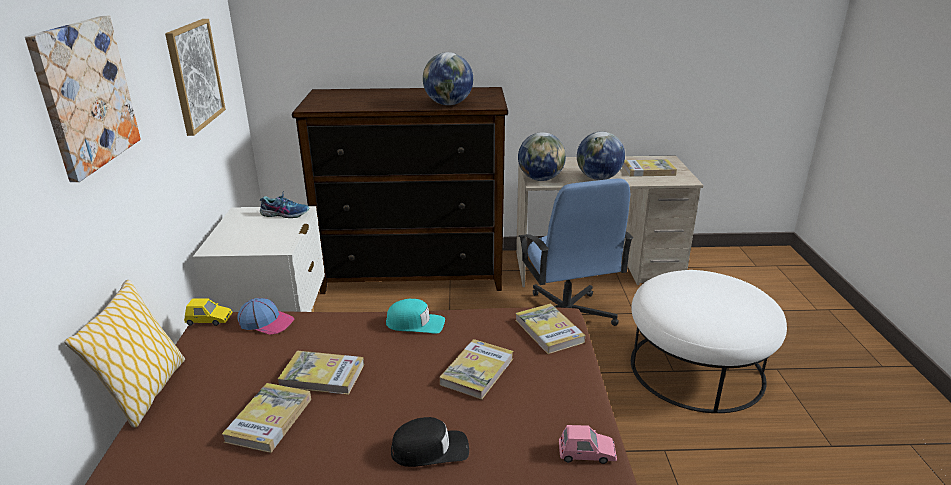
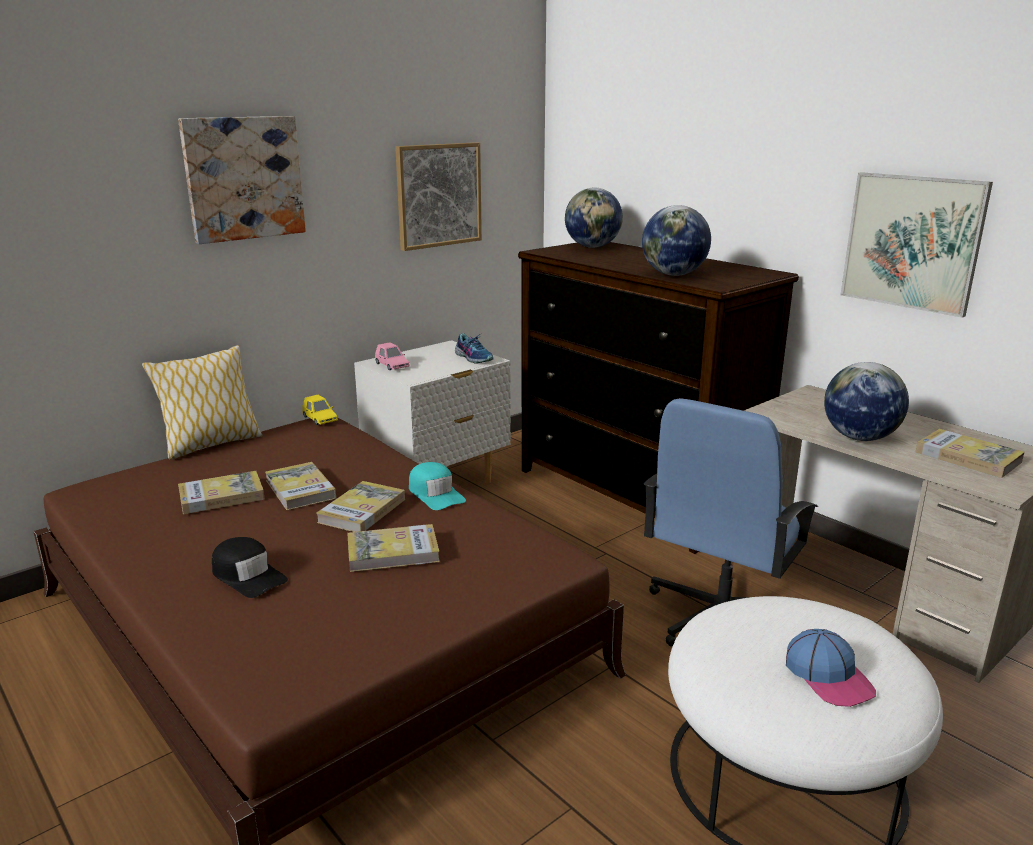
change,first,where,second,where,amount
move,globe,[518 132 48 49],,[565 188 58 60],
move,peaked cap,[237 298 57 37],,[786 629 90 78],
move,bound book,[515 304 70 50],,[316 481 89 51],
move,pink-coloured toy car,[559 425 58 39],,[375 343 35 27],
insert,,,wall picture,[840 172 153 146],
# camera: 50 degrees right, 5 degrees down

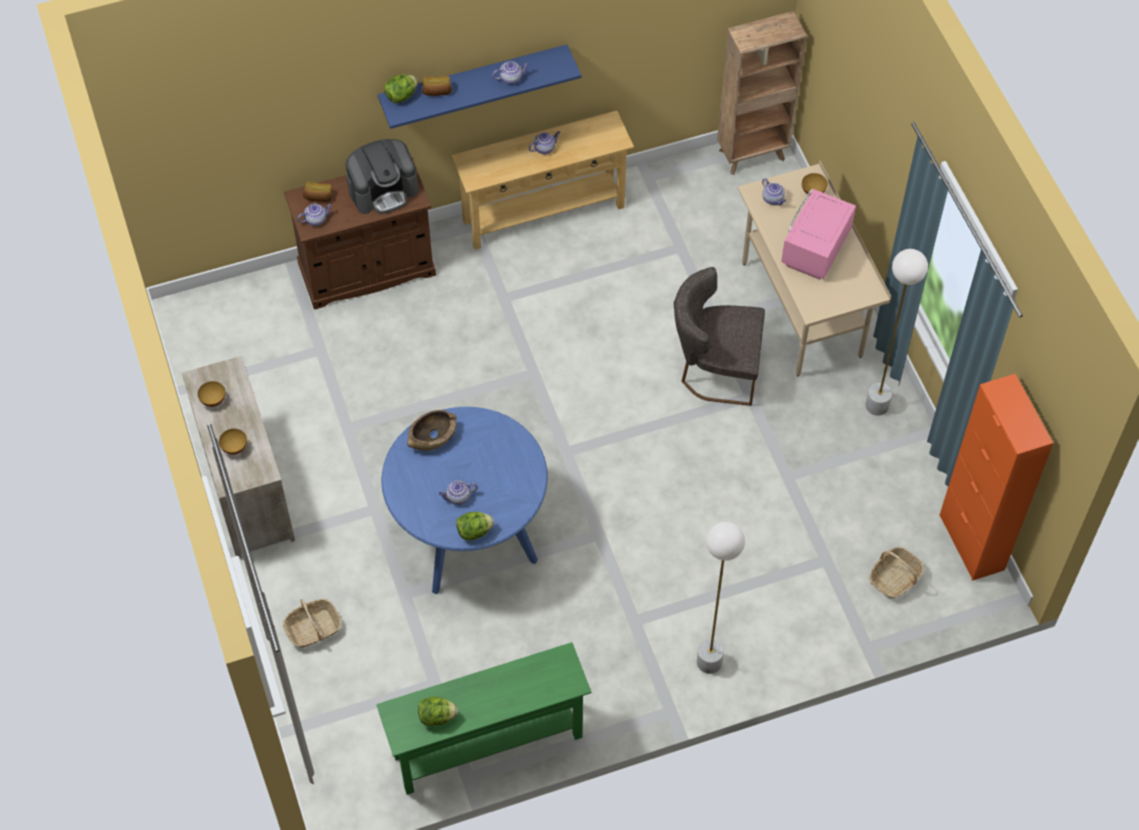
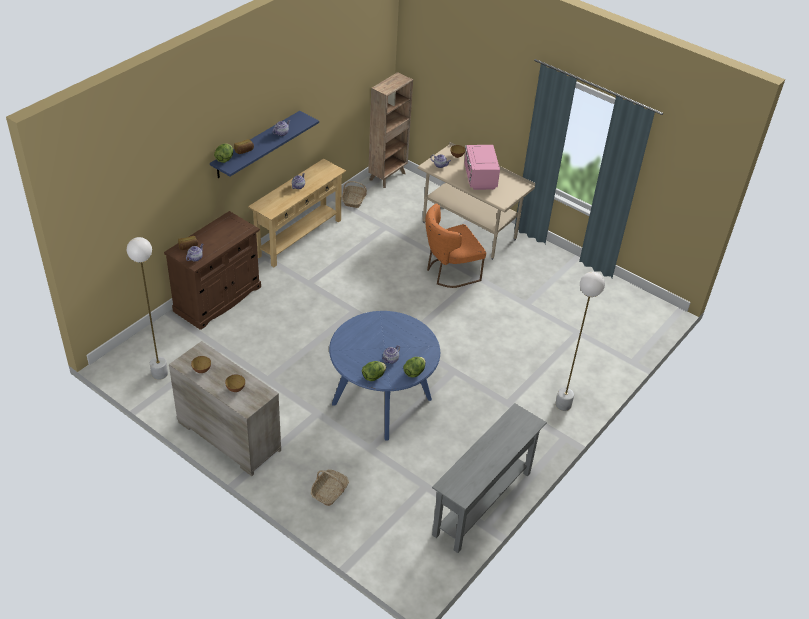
change,first,where,second,where,amount
delete,coffee brewer,[346 139 72 75],,,
move,whitish standard lamp,[865 249 63 167],,[127 237 41 143],
recolor,greyish plain chair,[674 267 91 139],orange plain chair,[425 204 61 84],
delete,orange cabinet,[939 374 114 207],,,
delete,brown deep dish,[407 410 49 41],,,
move,household basket,[869 547 55 52],,[342 181 25 27],
recolor,green console table,[376 642 215 153],greyish console table,[432 403 115 150],
move,lettuce head,[418 696 40 30],,[362 361 24 20],
# camera: 35 degrees left, 15 degrees down

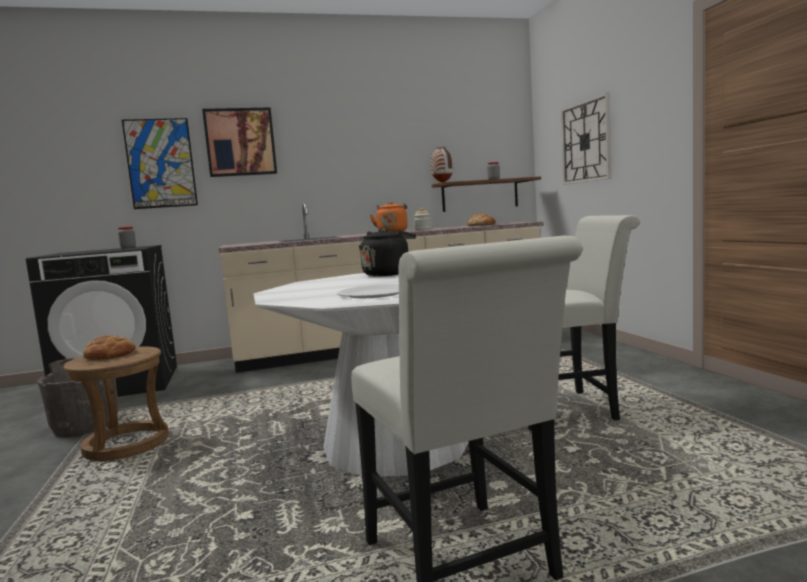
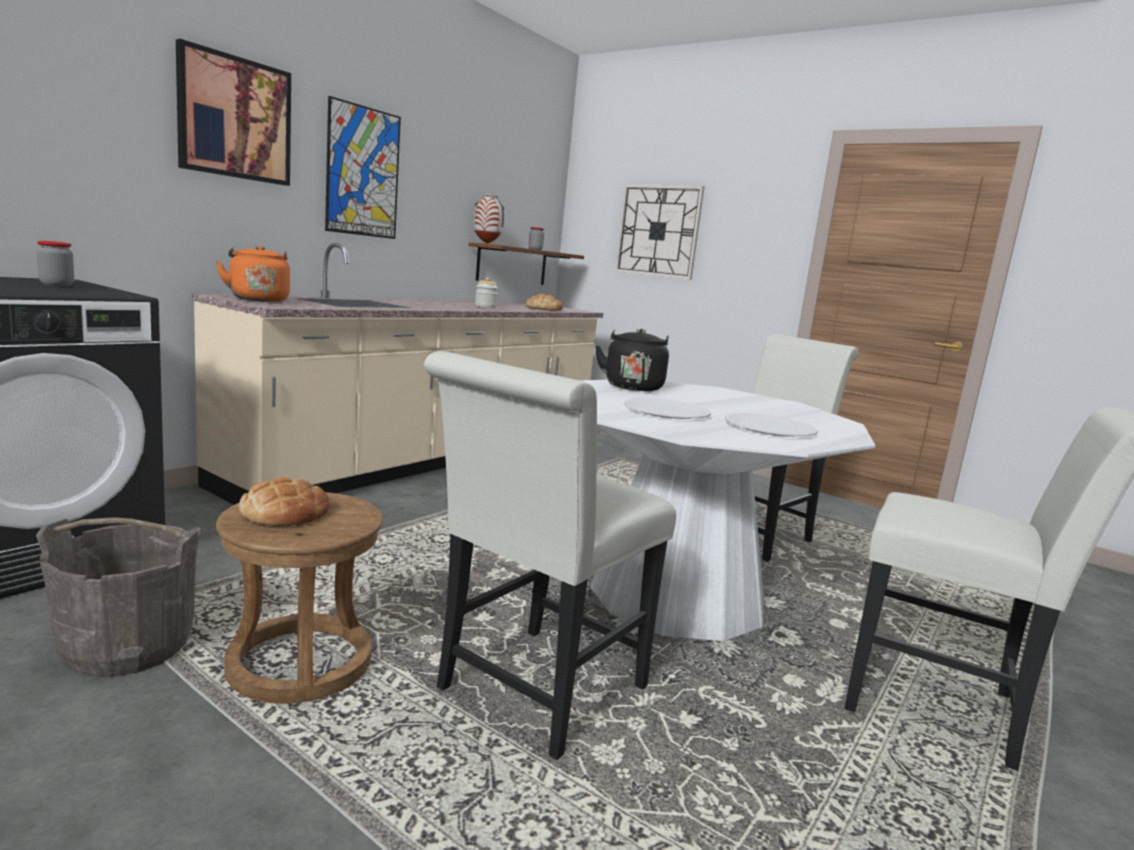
change,first,where,second,where,amount
move,wall picture,[122 118 76 91],,[325 96 76 143],
move,orange water kettle,[369 202 39 30],,[216 245 74 57],
insert,,,whitish plain chair,[424 351 252 409],
insert,,,whitish flat dish,[624 398 87 21],
# camera: 40 degrees left, 5 degrees up

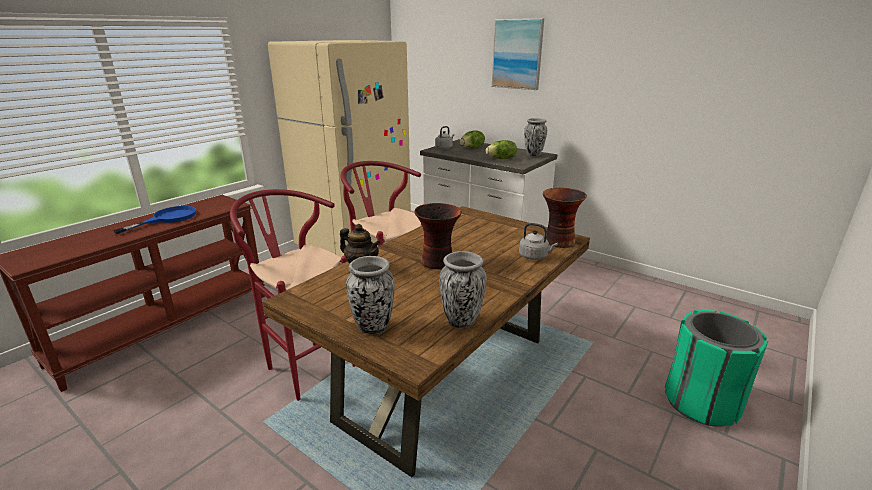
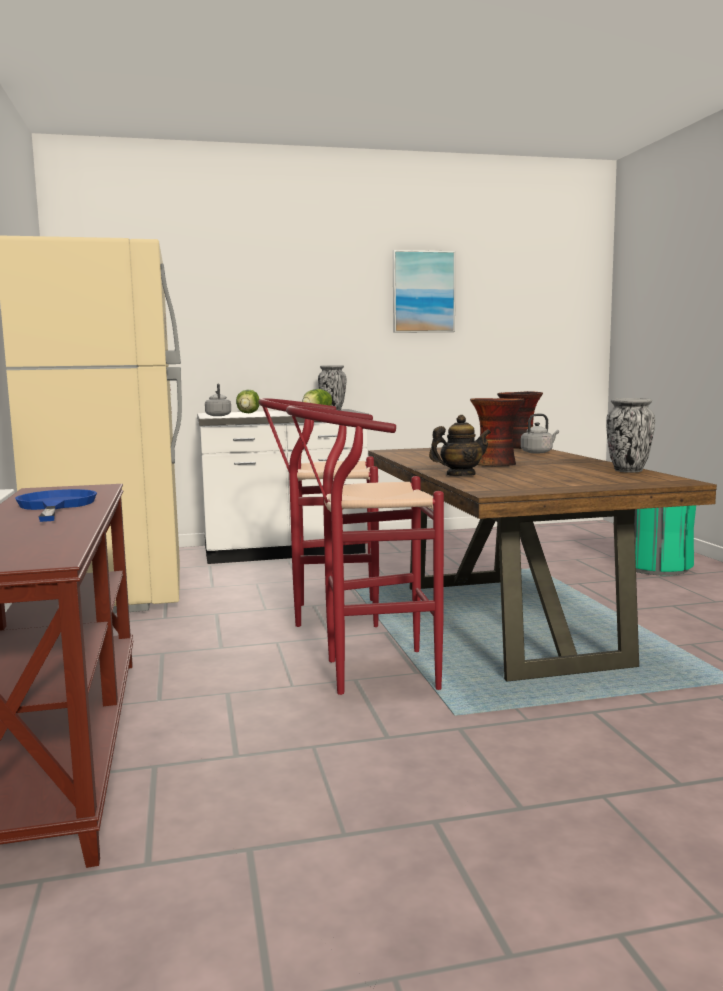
change,first,where,second,where,amount
move,wall picture,[492 19 52 71],,[393 250 62 83],
delete,flower vase,[346 256 49 78],,,
# camera: 50 degrees left, 15 degrees down

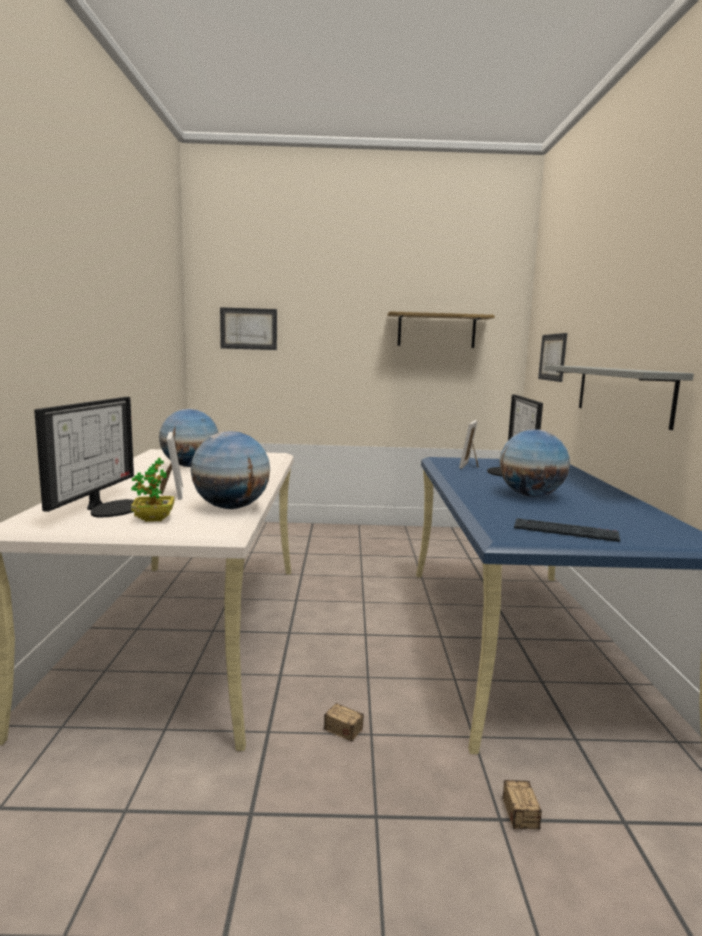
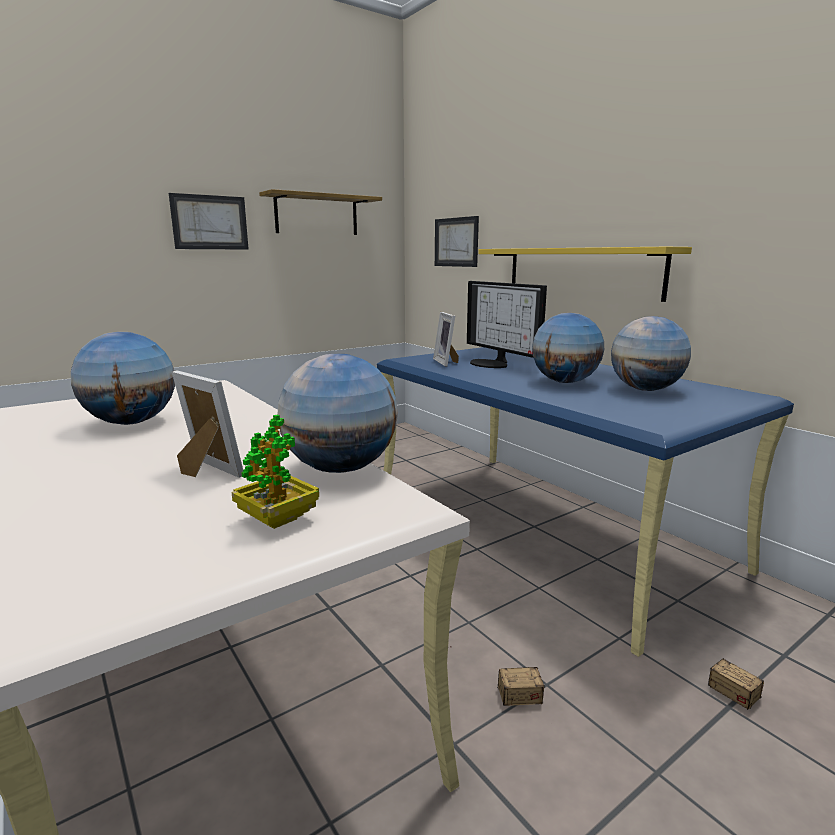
change,first,where,second,where,amount
move,wall picture,[220 307 57 43],,[169 193 80 57],
recolor,greyish wall shelf,[545 365 149 65],yellow wall shelf,[478 247 214 55],
delete,monitor,[34 397 100 120],,,
delete,PC keyboard,[514 518 106 24],,,
insert,,,globe,[611 316 80 75],
# camera: 35 degrees left, 5 degrees up

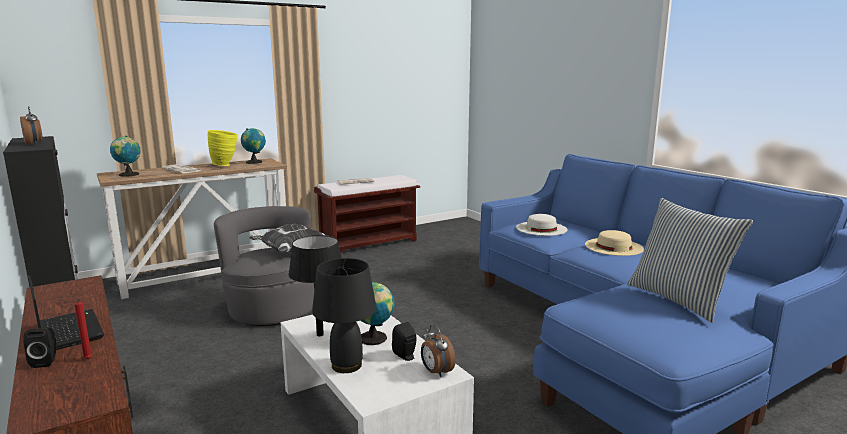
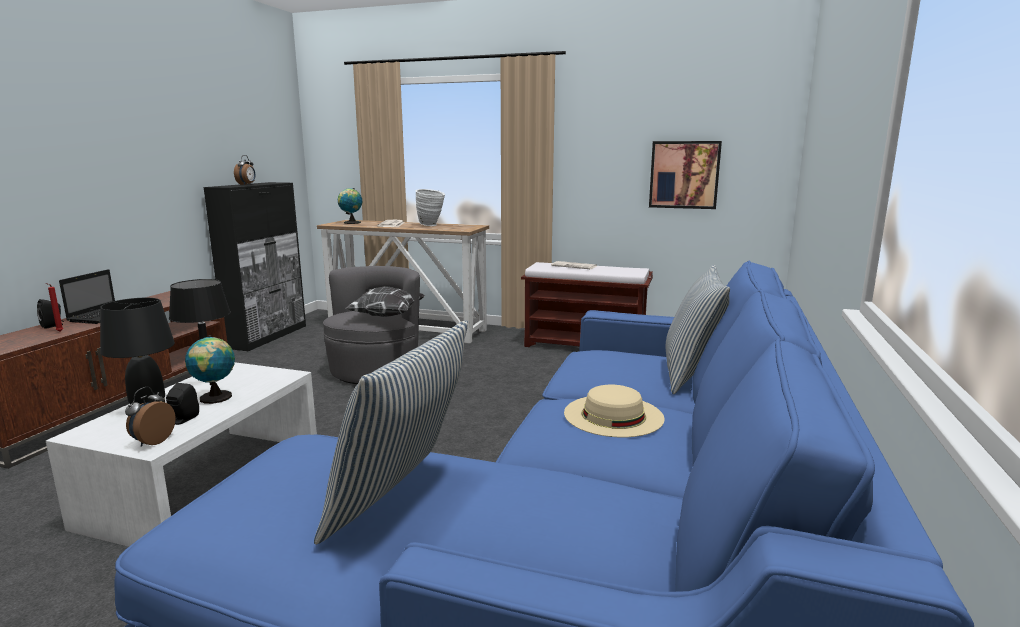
change,first,where,second,where,amount
delete,globe,[241 128 25 36],,,
recolor,yellow flower vase,[207 130 31 36],whitish flower vase,[416 189 29 37],
delete,whitish hat,[516 214 51 22],,,
insert,,,wall picture,[649 141 73 68],
insert,,,cushion,[666 265 64 129],
# camera: 50 degrees right, 0 degrees up

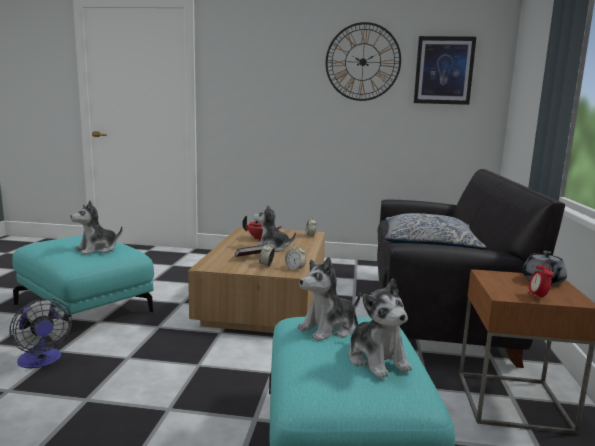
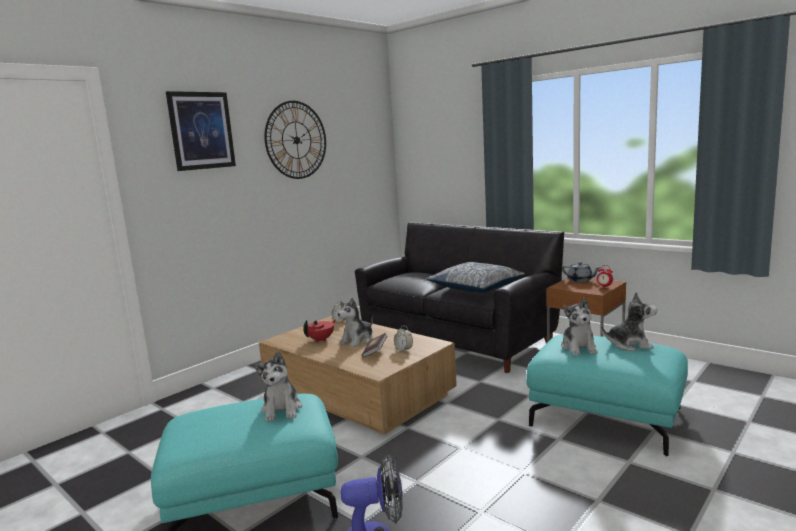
change,first,where,second,where,amount
move,wall picture,[414 36 62 69],,[166 91 70 80],
delete,table clock,[285 243 21 28],,,
# camera: 55 degrees left, 0 degrees up

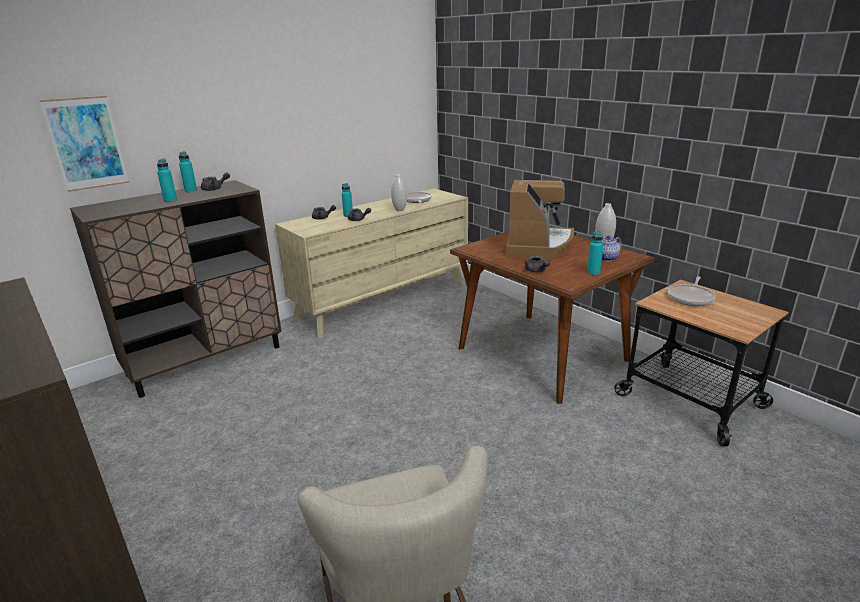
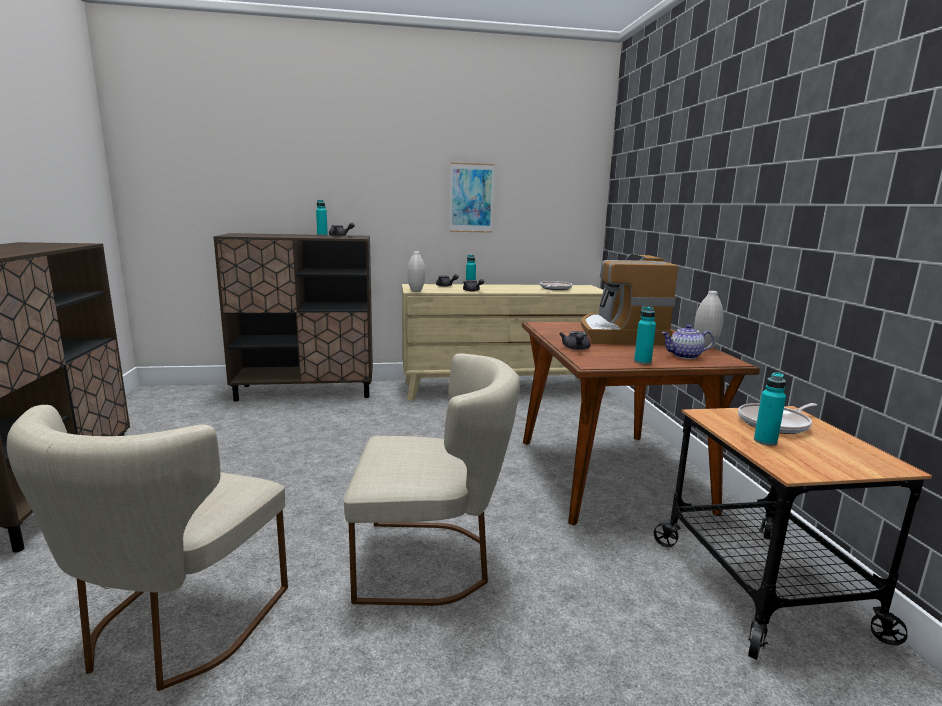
change,first,where,second,where,amount
move,wall picture,[39 96 90 96],,[450 162 45 71],
move,turquoise-coloured bottle,[157 158 20 45],,[754 372 32 74],
move,whitish flower vase,[391 174 16 37],,[407 251 18 41],
rotate,coffee brewer,[506 180 68 79],,[581 254 97 91],135 degrees clockwise
insert,,,beige plain chair,[344 353 176 253],
# camera: 30 degrees right, 10 degrees down

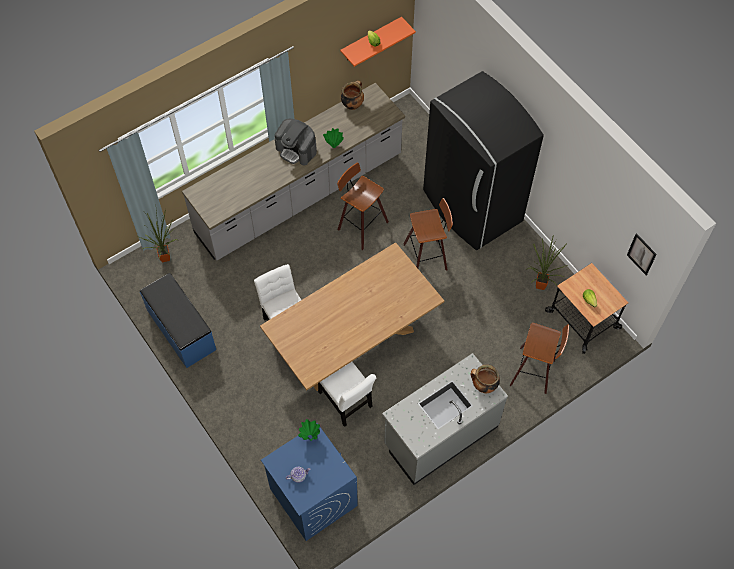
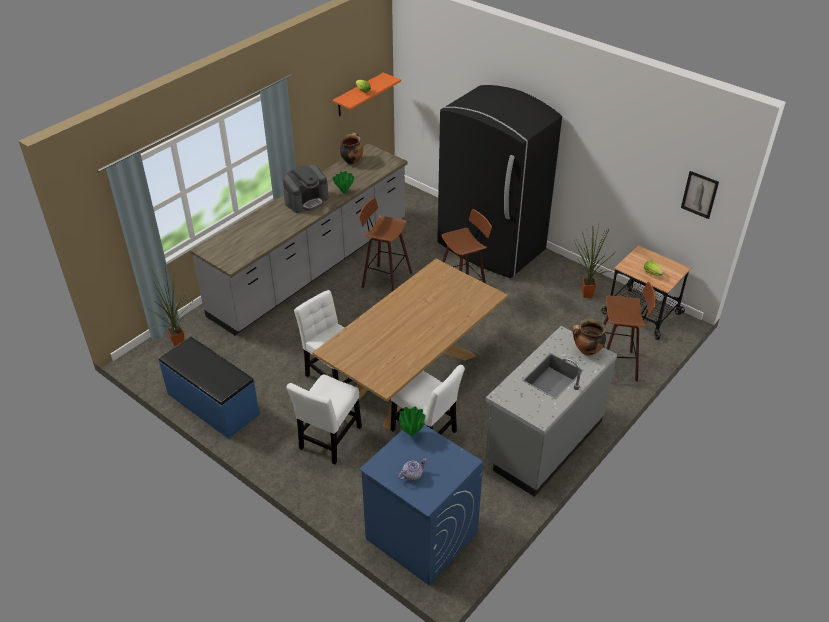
change,first,where,second,where,amount
rotate,coffee brewer,[275 119 42 46],,[283 165 46 48],60 degrees counterclockwise
insert,,,whitish plain chair,[286 374 76 91],
# camera: 15 degrees left, 20 degrees down

